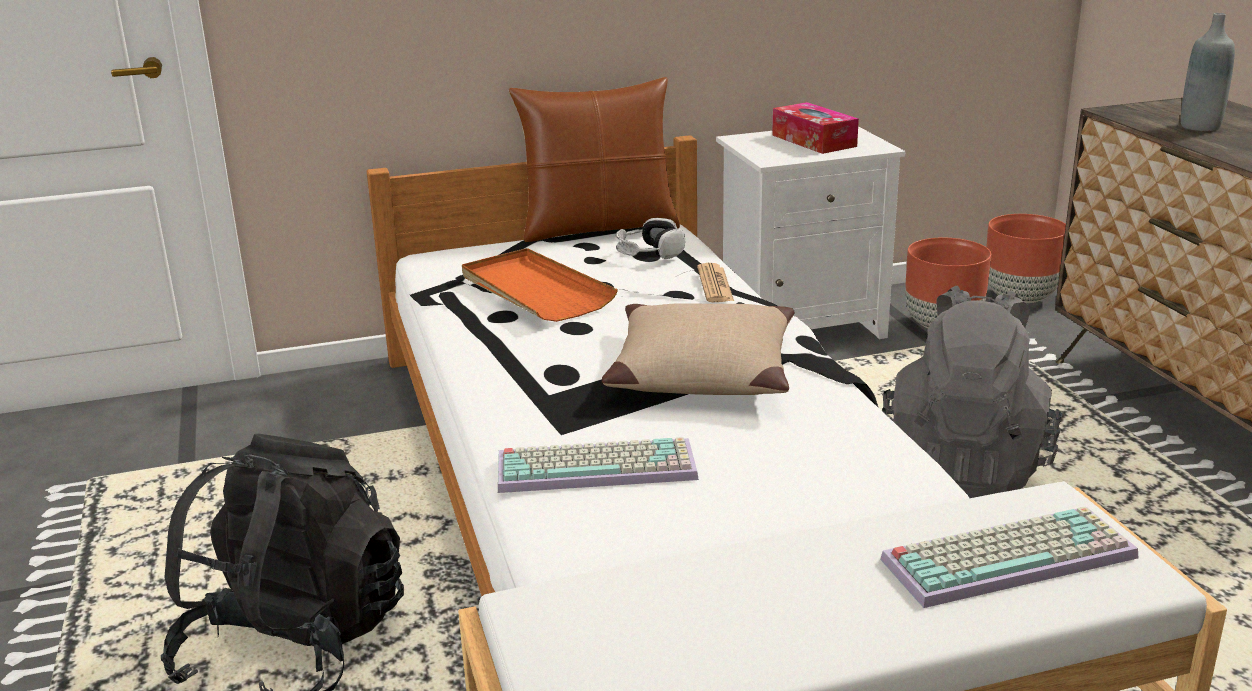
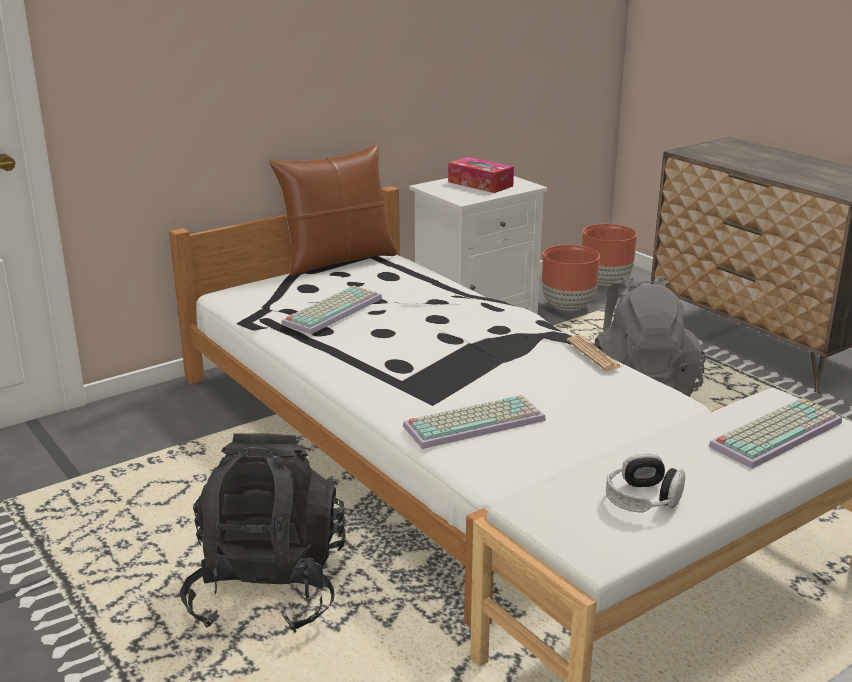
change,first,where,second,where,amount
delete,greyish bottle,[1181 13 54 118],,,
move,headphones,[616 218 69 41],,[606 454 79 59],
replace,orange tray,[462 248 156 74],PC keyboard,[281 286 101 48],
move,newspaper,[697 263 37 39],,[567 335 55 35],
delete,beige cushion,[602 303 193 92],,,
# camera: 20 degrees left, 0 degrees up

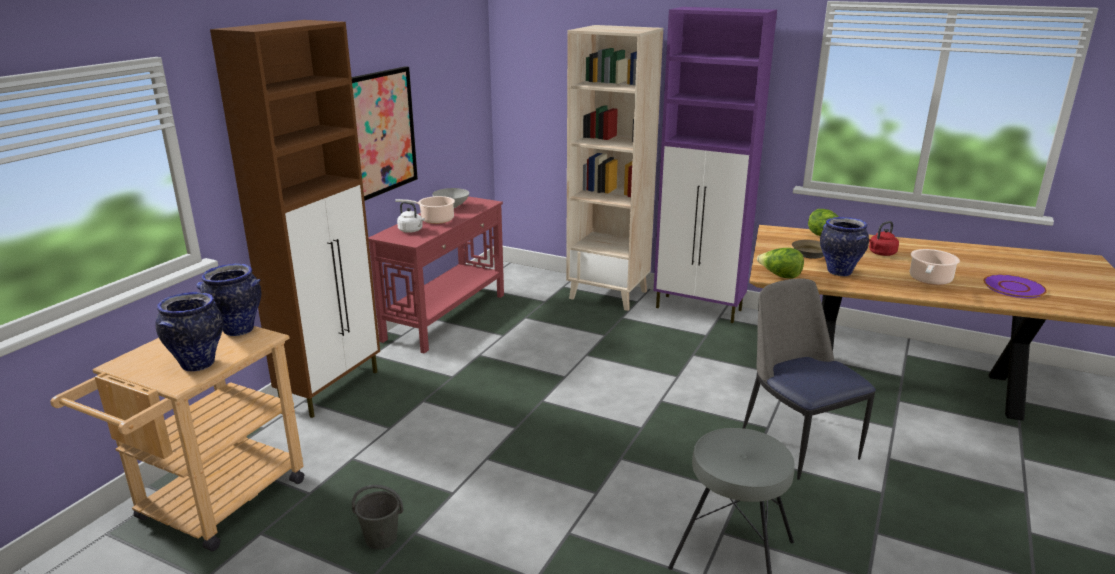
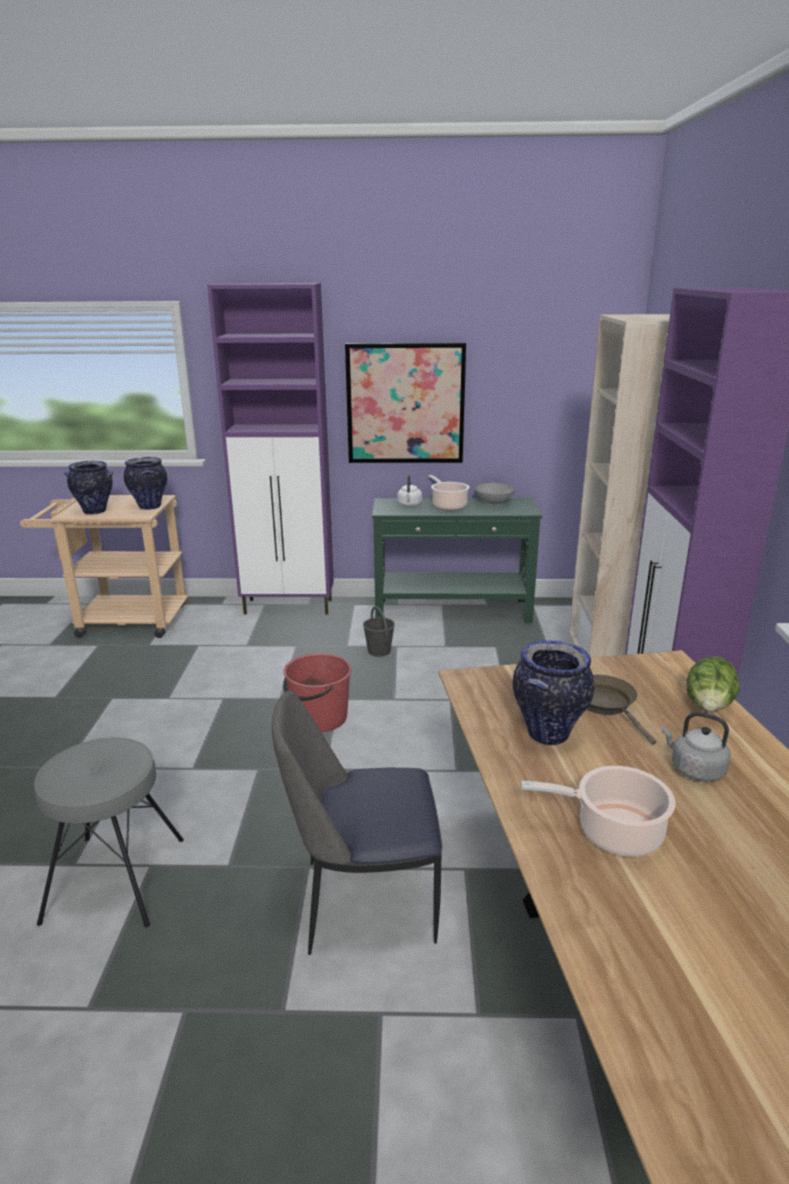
change,first,where,second,where,amount
recolor,brown cabinet,[210 20 170 398],purple-coloured cabinet,[207 283 127 332],
recolor,red console table,[368 196 136 158],green console table,[372 498 170 125],
recolor,red water kettle,[869 221 30 35],greyish water kettle,[662 712 69 70],
delete,lettuce head,[757 248 47 31],,,
delete,purple-coloured flat dish,[983 274 64 24],,,
rotate,plain chair,[743 278 133 202],,[272 690 170 265],135 degrees counterclockwise
move,greyish water bucket,[352 485 51 65],,[363 606 32 51],
insert,,,red water bucket,[283 653 69 79],
# camera: 65 degrees right, 0 degrees up

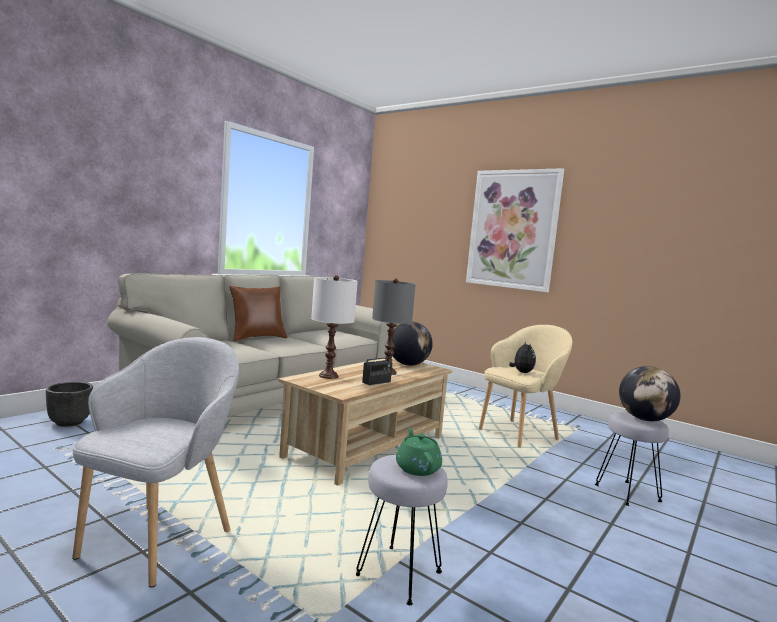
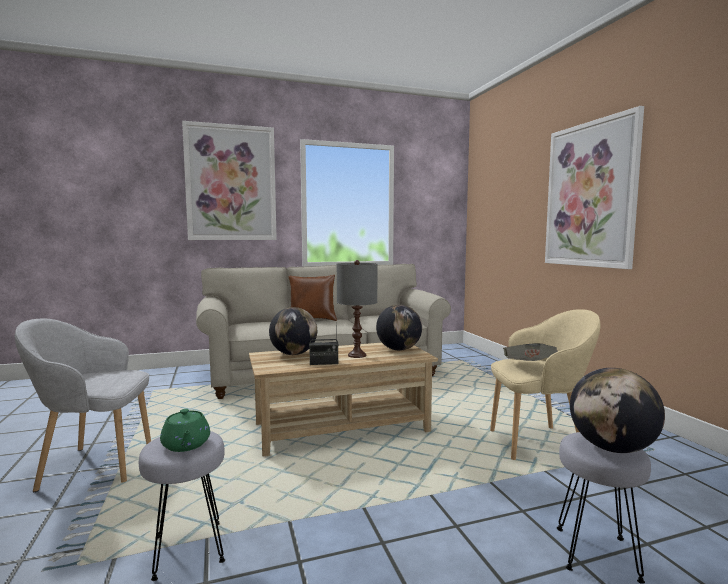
change,first,where,second,where,amount
replace,whitish table lamp,[311 275 47 104],globe,[269 307 48 48],
rotate,greyish lounge chair,[72 337 167 251],,[15 319 136 173],150 degrees counterclockwise
replace,plush toy,[509 341 27 32],newspaper,[503 343 55 18],
delete,blackish flower pot,[46 382 47 45],,,
rotate,green tea pot,[396 427 46 49],,[160 409 50 43],135 degrees clockwise
insert,,,wall picture,[182 121 95 119],
# camera: 35 degrees right, 0 degrees up

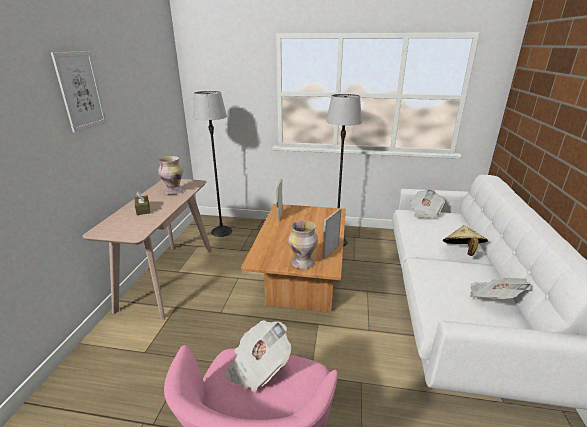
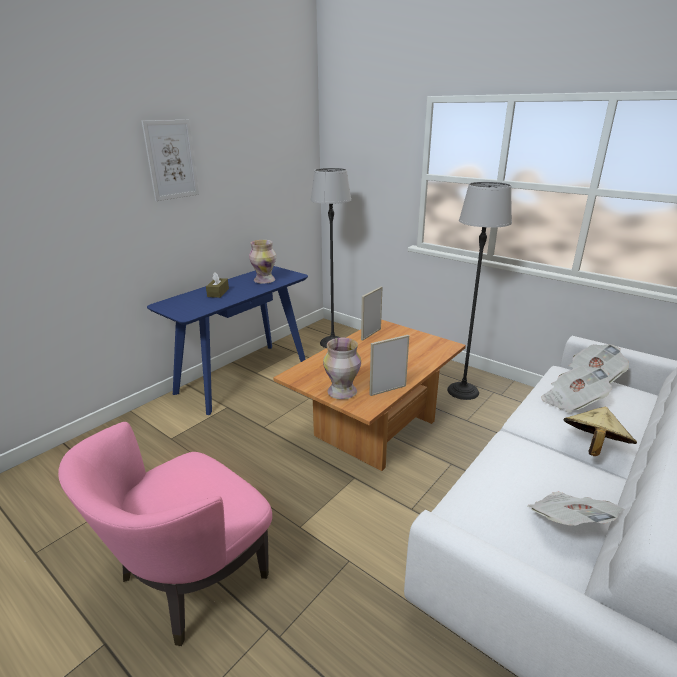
change,first,where,second,where,amount
recolor,beige console table,[83 179 129 141],blue console table,[147 266 161 149],
move,newspaper,[225 320 66 72],,[541 366 71 47],
# camera: 30 degrees right, 0 degrees up

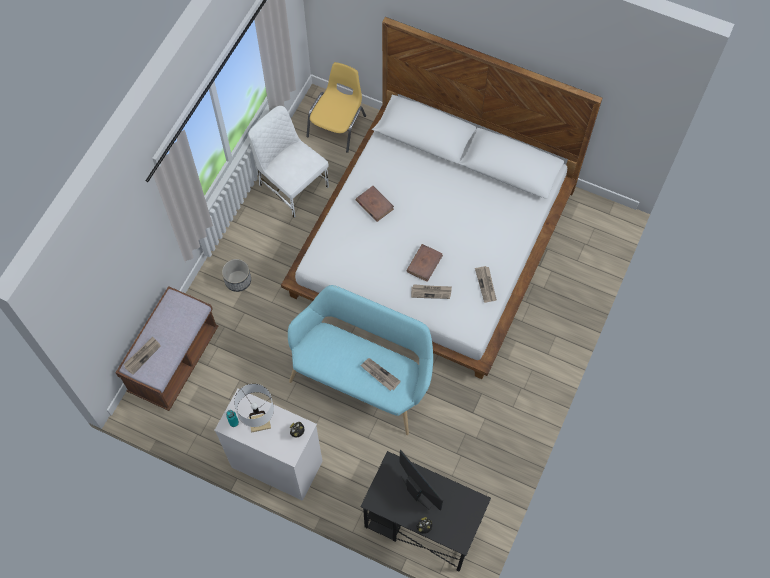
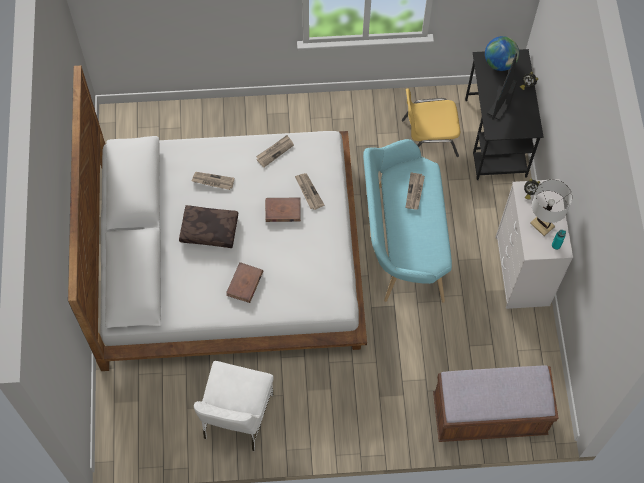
change,first,where,second,where,amount
move,yellow plain chair,[306 62 60 91],,[402 88 58 69],
delete,flower pot,[222 259 29 33],,,
move,newspaper,[123 336 38 39],,[192 172 43 18],
insert,,,globe,[485 36 34 35],
insert,,,brown cushion,[179 205 60 43],
# camera: 120 degrees left, 0 degrees up

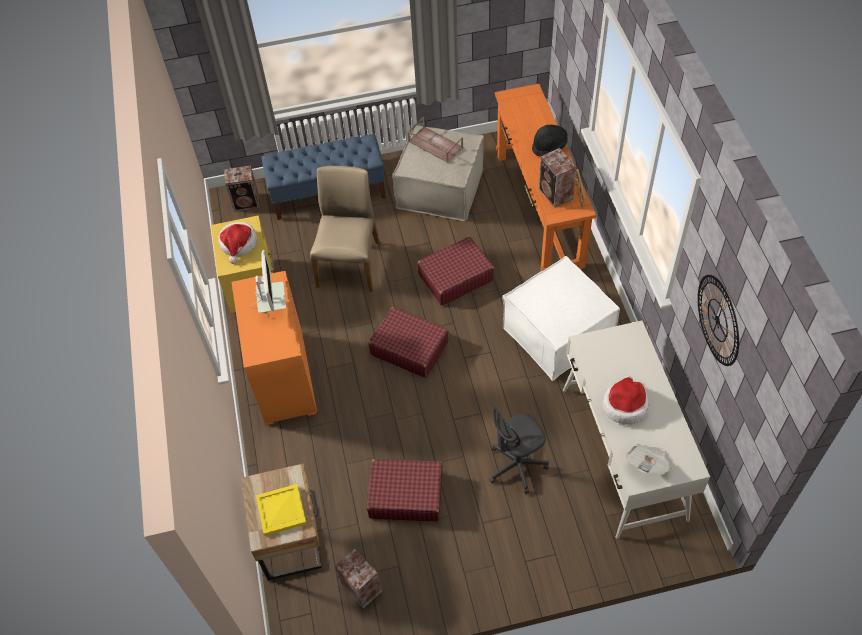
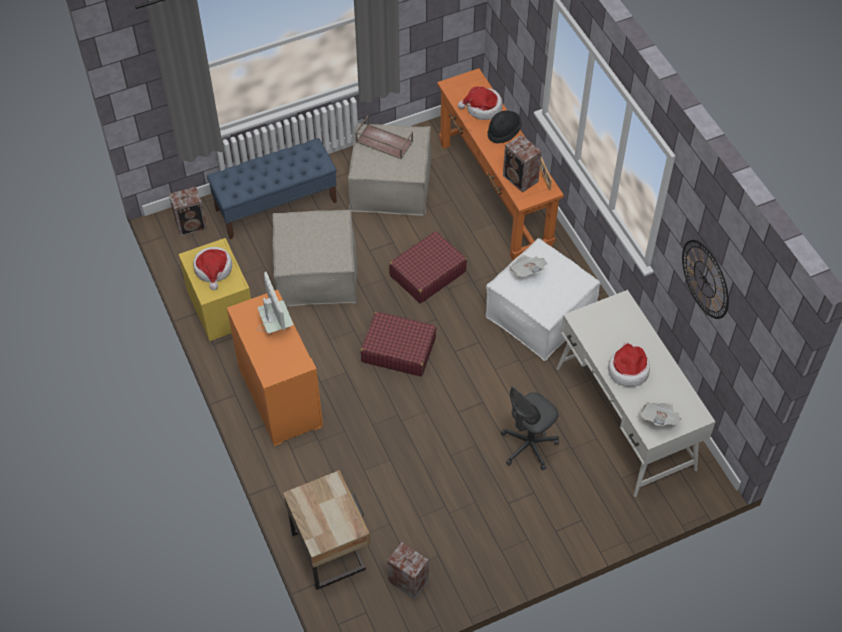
change,first,where,second,where,amount
replace,beige plain chair,[310 166 69 126],beige ottoman,[272 210 85 97],
delete,red piece of luggage,[367 459 75 62],,,
delete,yellow tray,[256 484 51 52],,,
insert,,,hat,[458 86 45 34],
insert,,,newspaper,[508 255 40 22],
# camera: 15 degrees left, 0 degrees up

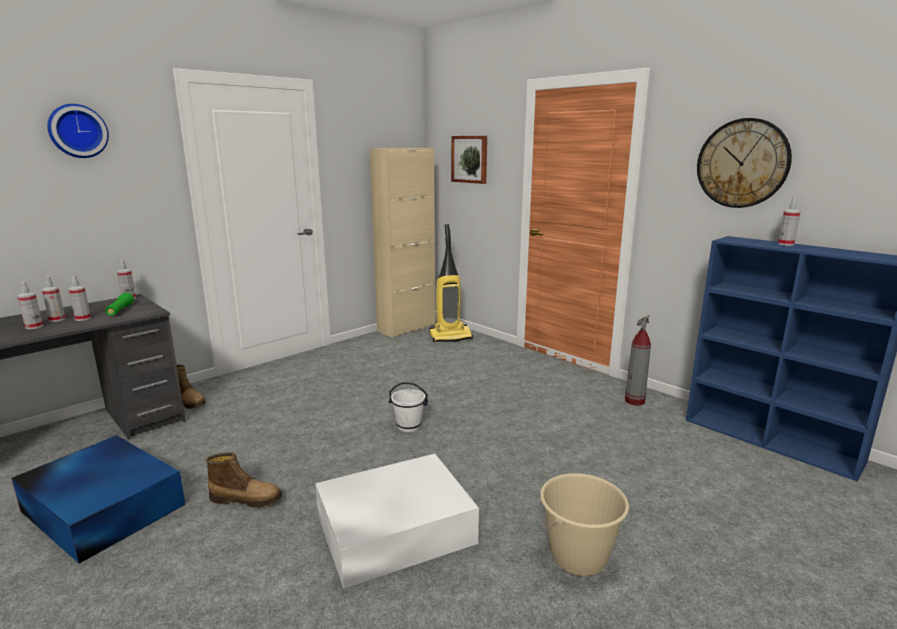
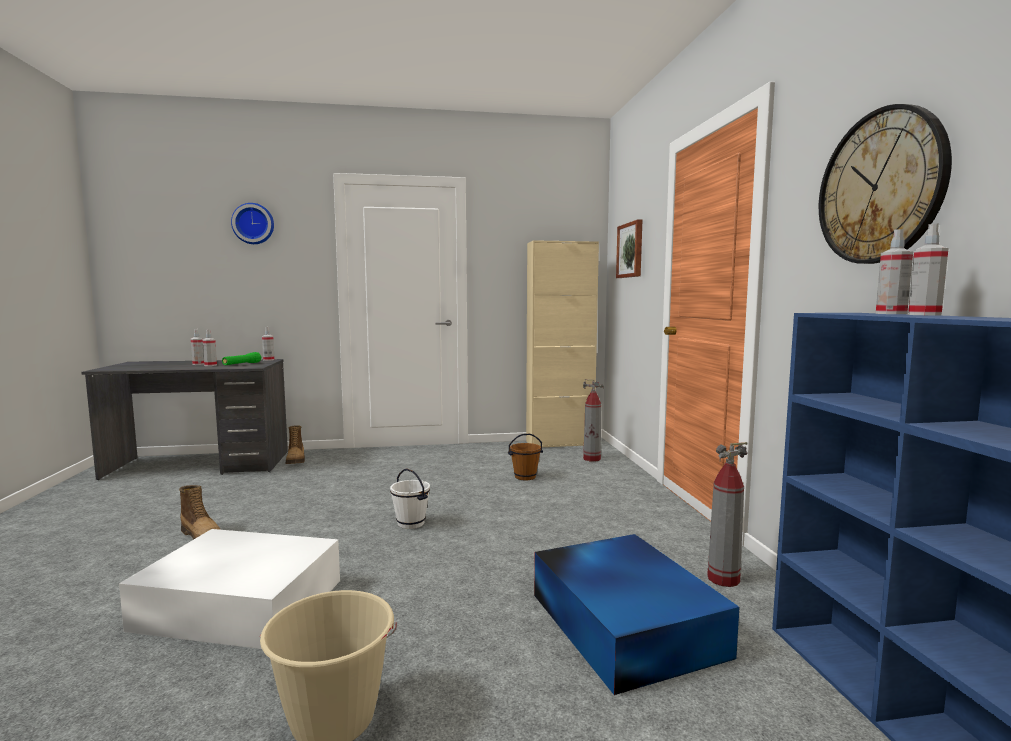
change,first,where,second,where,amount
replace,hoover,[429 224 44 118],fire-fighting cylinder,[583 379 21 83],
move,hand sprayer,[17 282 26 47],,[876 229 37 85],
move,blue storage container,[11 435 174 129],,[534 534 205 161],
insert,,,brown water bucket,[508 433 35 47],
# camera: 35 degrees right, 10 degrees down

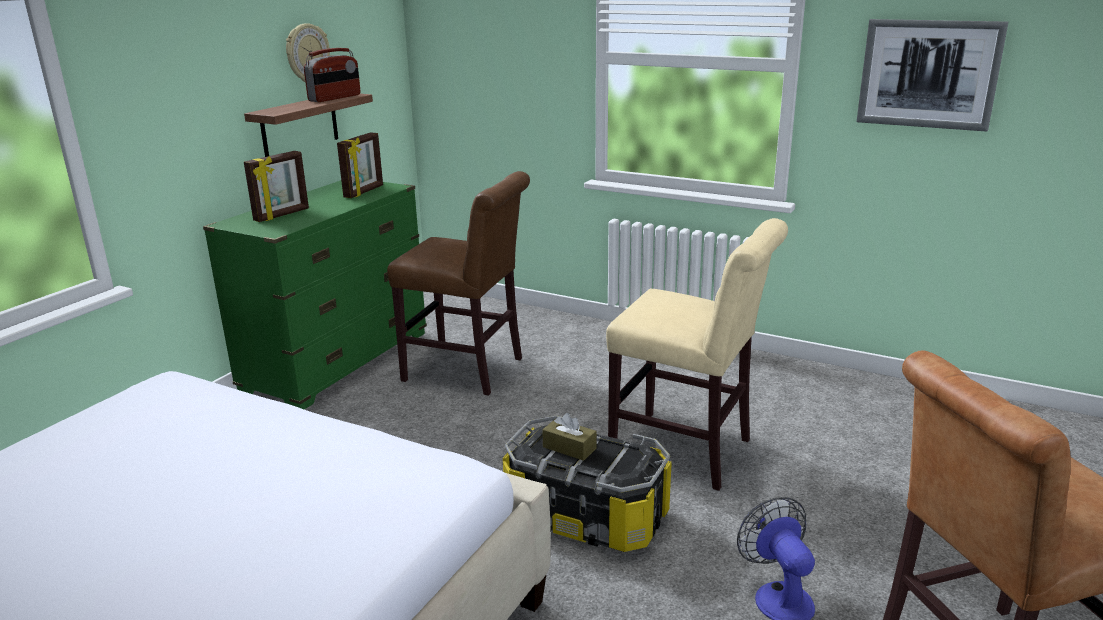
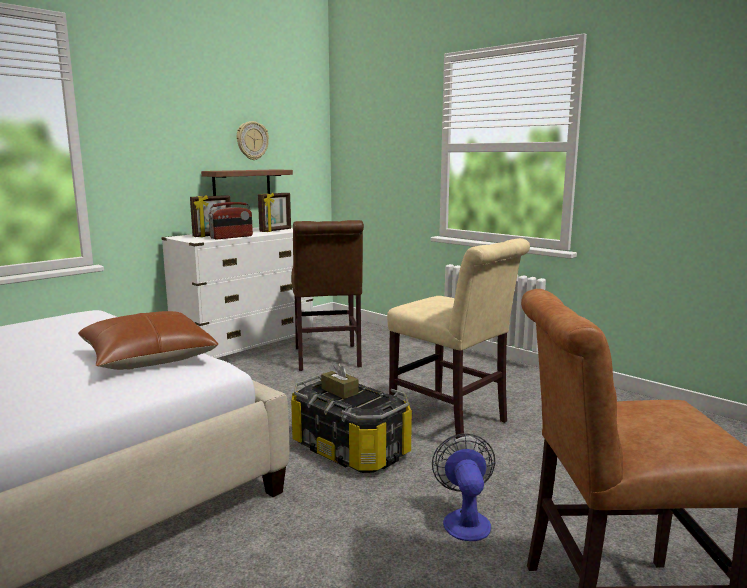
change,first,where,second,where,amount
delete,wall picture,[857 19 151 113],,,
move,radio,[304 48 56 54],,[208 202 45 37],
rotate,brown plain chair,[387 171 143 225],,[291 220 73 151],45 degrees clockwise
recolor,green chest of drawers,[203 180 224 229],whitish chest of drawers,[161 227 152 132],
insert,,,brown cushion,[78 311 141 59],
# camera: 15 degrees right, 10 degrees down

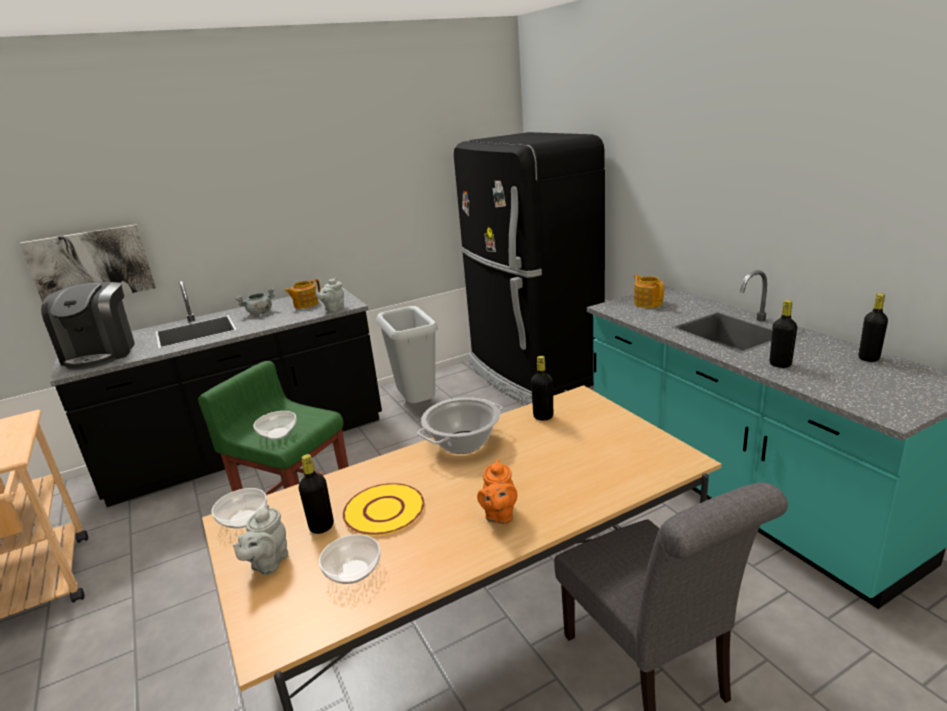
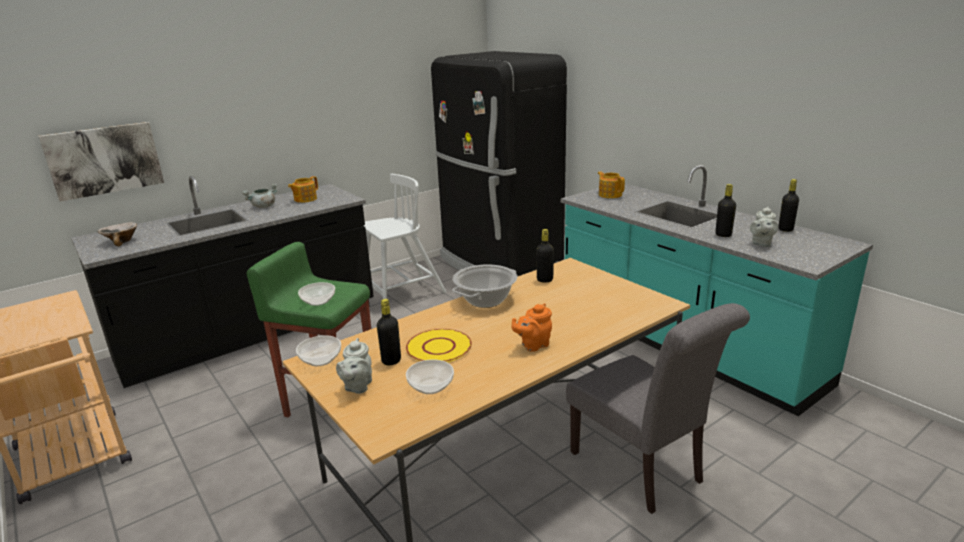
change,first,where,second,where,amount
move,greyish tea pot,[315 278 29 34],,[750 207 28 40],
replace,coffee brewer,[41 282 94 88],deep dish,[98 222 39 24],
replace,greyish trash can,[376 306 62 97],whitish plain chair,[364 174 83 125],
rotate,orange tea pot,[477 459 40 66],,[512 303 40 49],60 degrees clockwise
# camera: 10 degrees left, 0 degrees up

